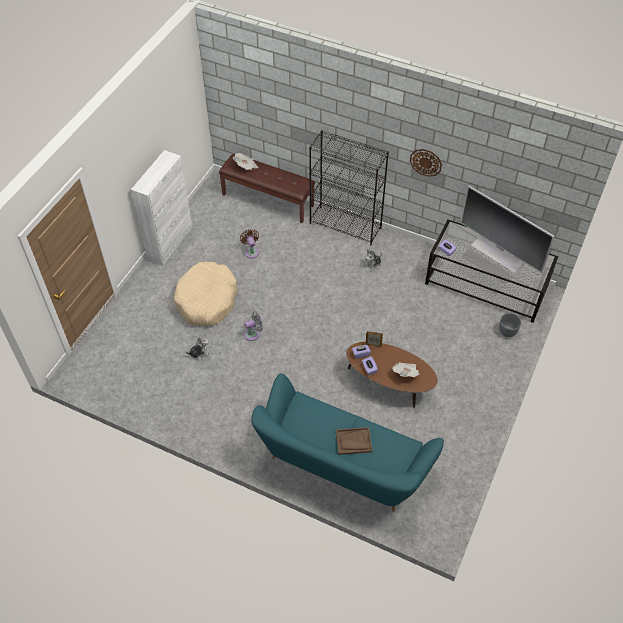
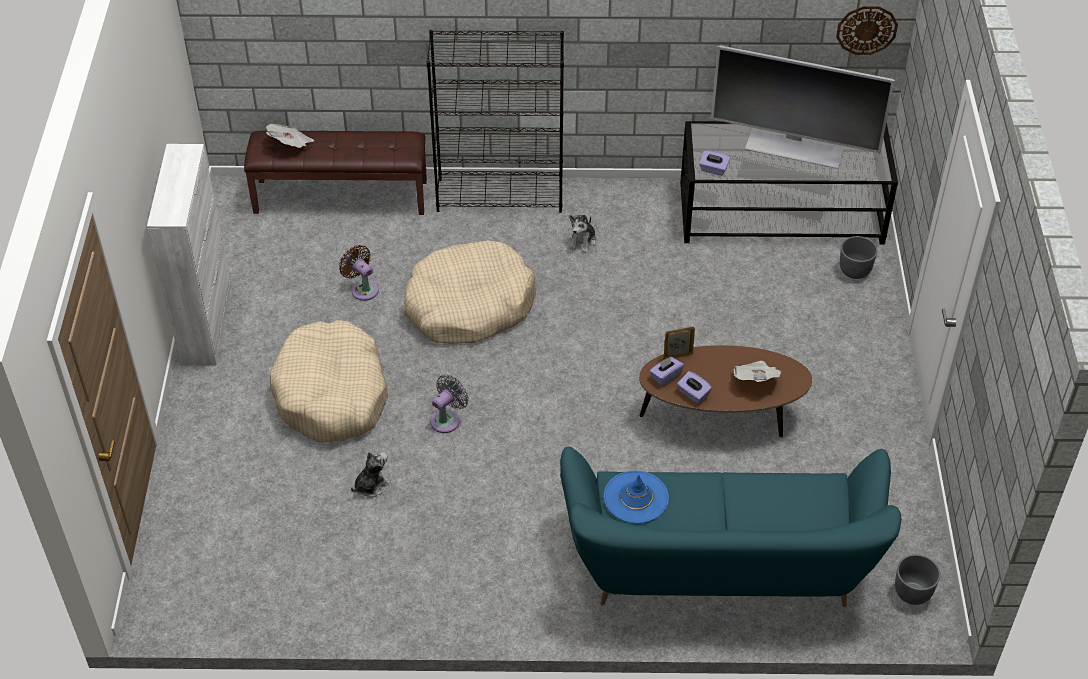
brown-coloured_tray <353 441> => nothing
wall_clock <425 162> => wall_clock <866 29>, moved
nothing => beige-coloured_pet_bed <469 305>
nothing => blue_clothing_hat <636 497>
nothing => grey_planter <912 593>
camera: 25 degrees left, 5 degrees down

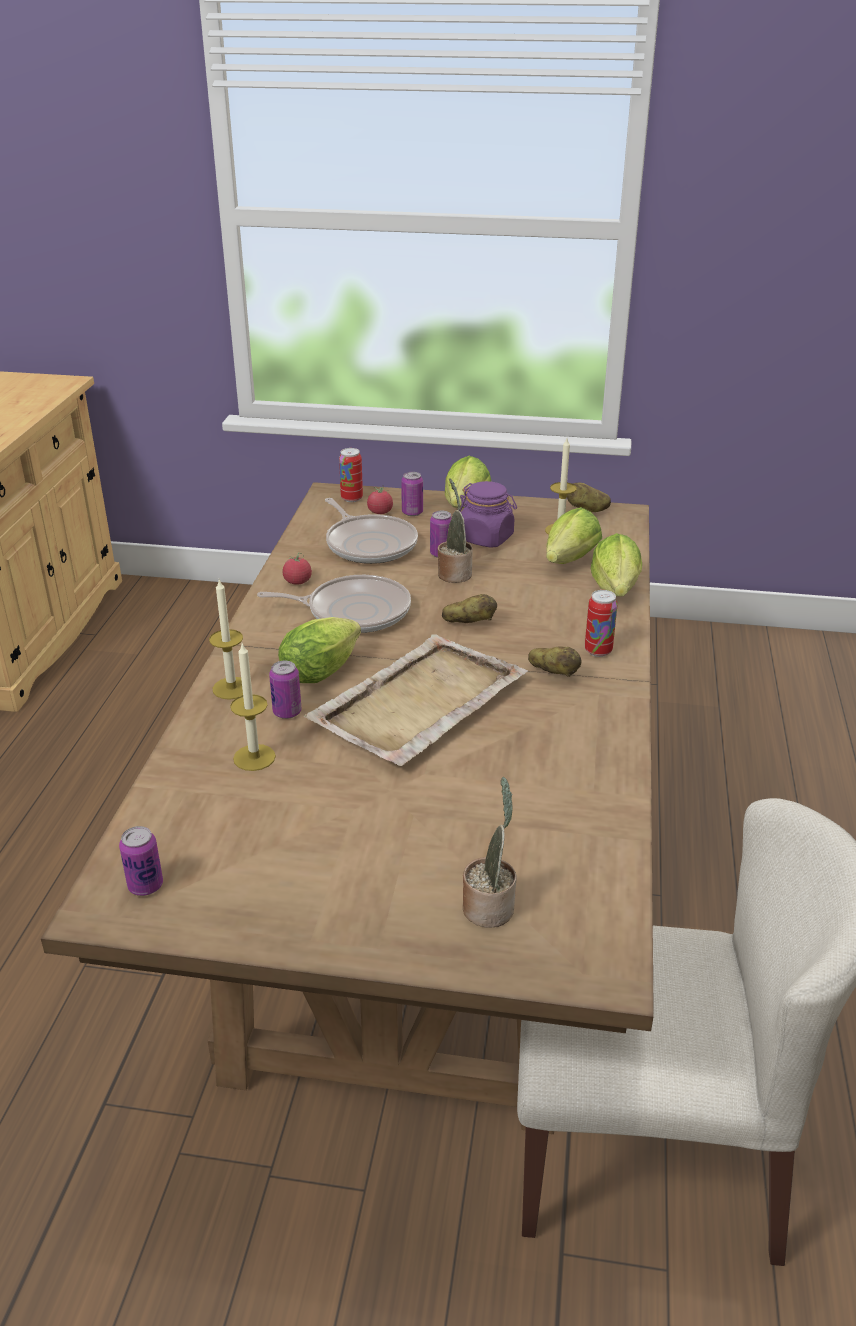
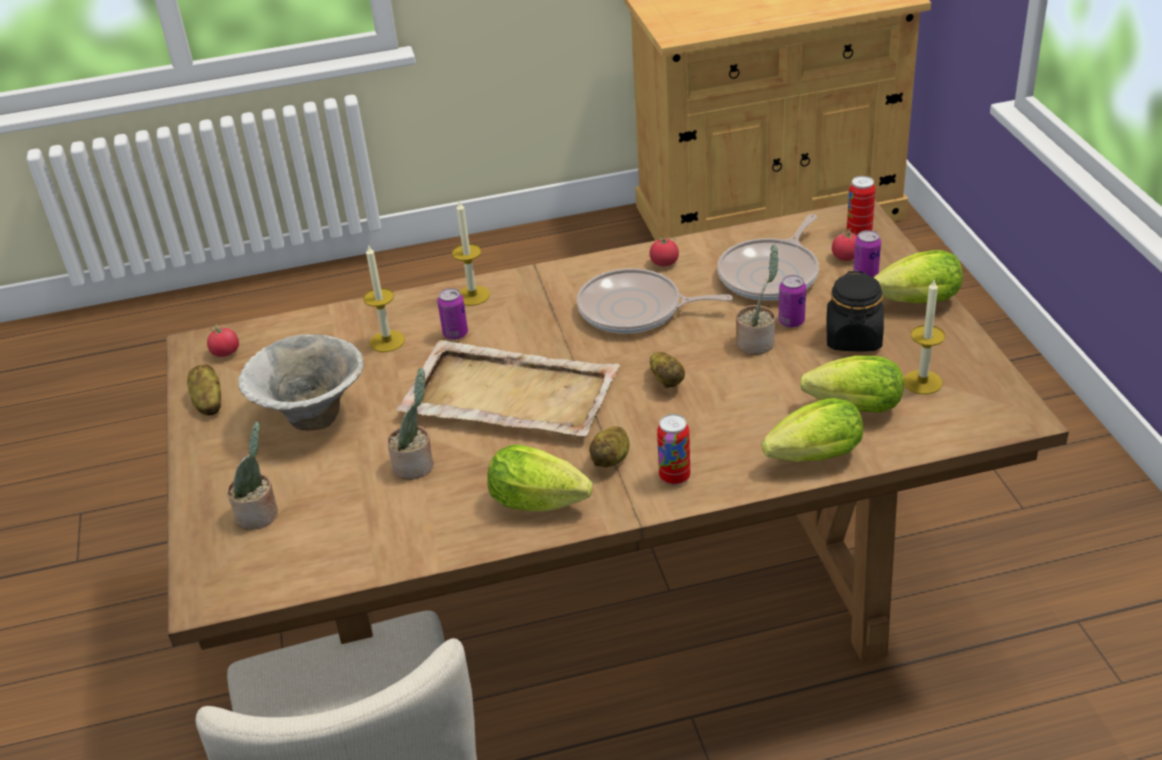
metal_can <145 886> => whole_tomato <225 353>
pan <353 612> => pan <635 310>, 120 degrees clockwise
head_of_lettuce <324 670> => head_of_lettuce <543 503>, moved
purple-coloured_preserve_jar <486 538> => blackish_preserve_jar <853 338>
spud <587 509> => spud <208 403>, moved
nothing => serving_bowl <311 417>
nothing => potted_plant <416 465>
camera: 70 degrees right, 5 degrees up

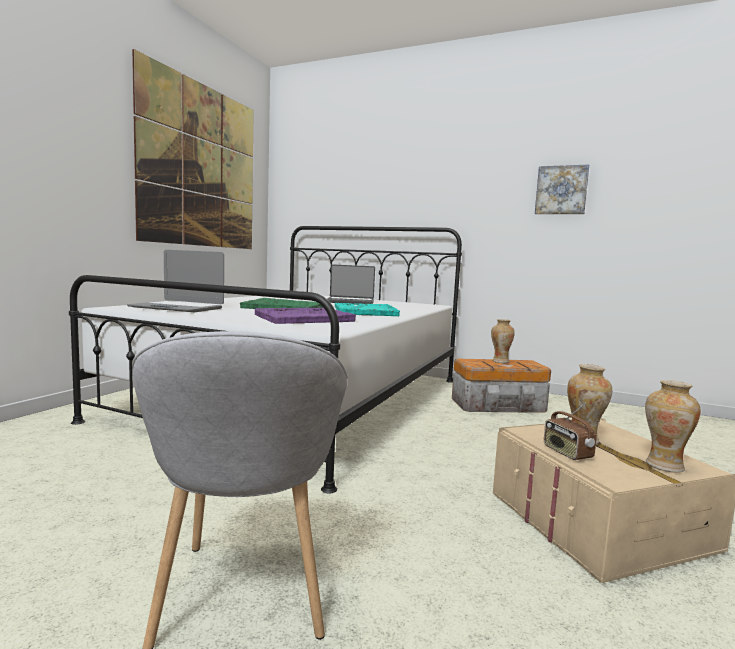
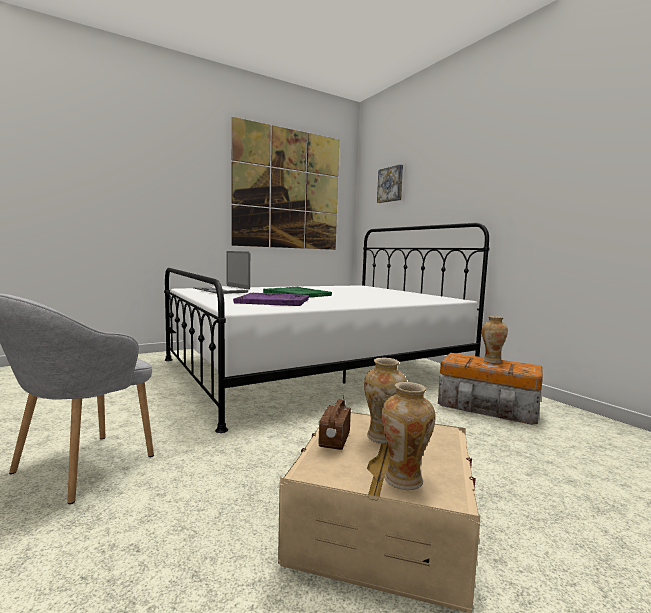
laptop <350 302> => nothing
blue-green_tray <365 311> => nothing
wall_picture <561 190> => wall_picture <391 184>, moved
camera: 35 degrees right, 0 degrees up

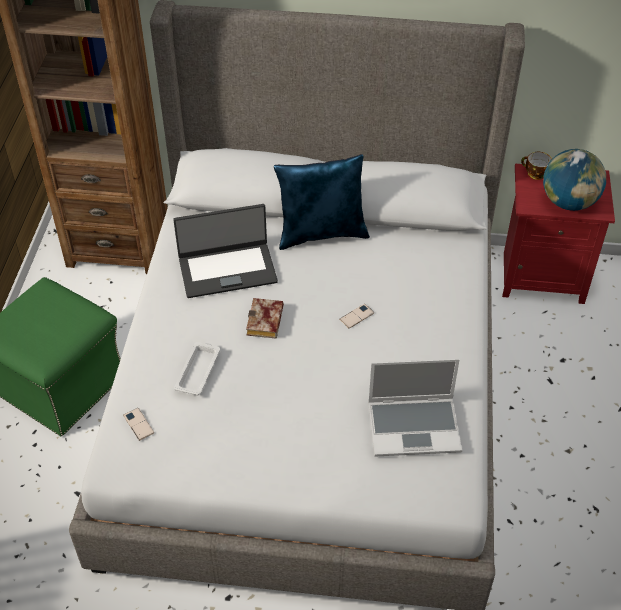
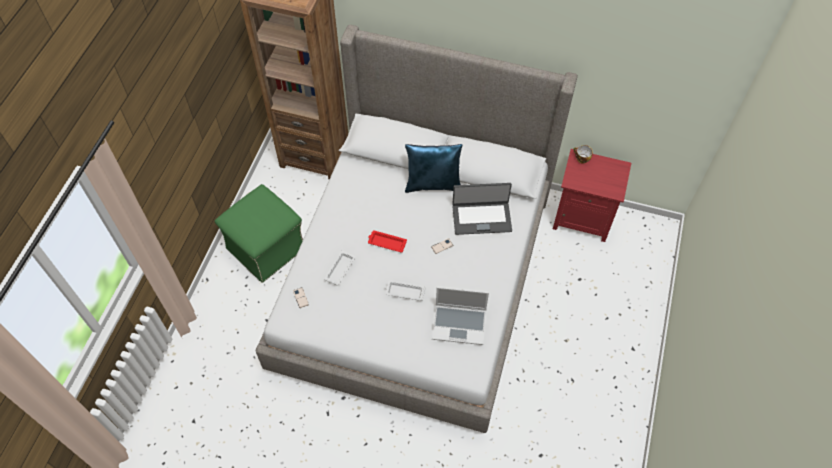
laptop <227 269> => laptop <481 217>, moved
book <266 323> => reddish_tray <386 242>
globe <568 202> => nothing
nothing => white_tray <404 292>
camera: 10 degrees right, 10 degrees up

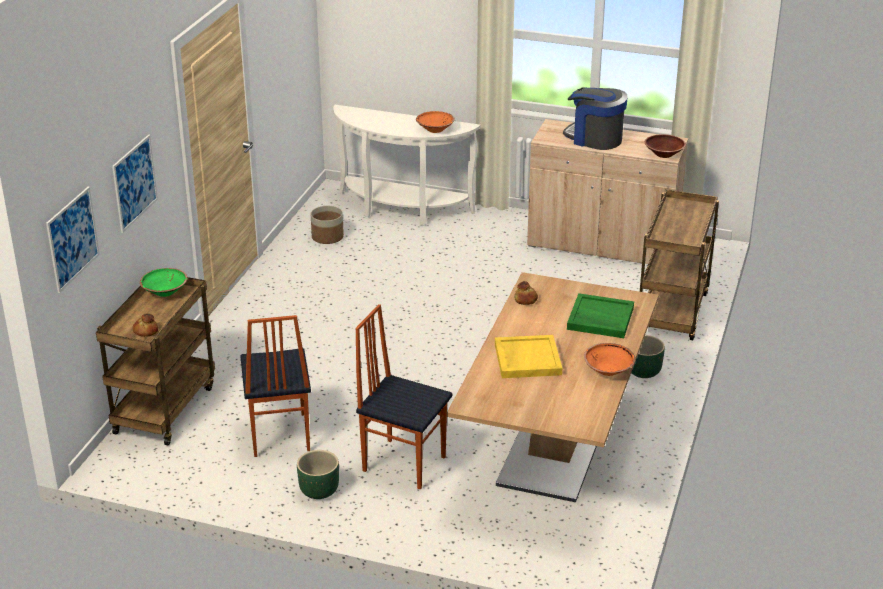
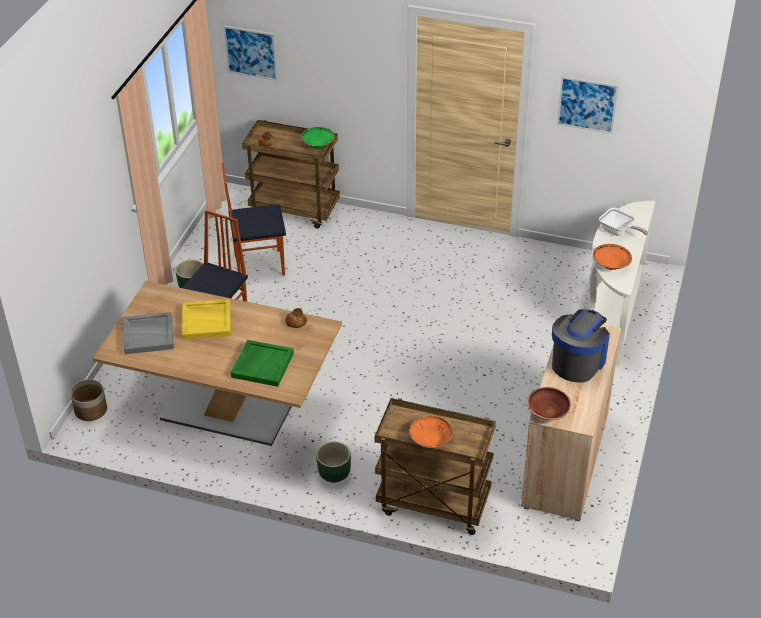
wall_picture <134 183> => wall_picture <587 104>, moved
planter <327 237> => planter <90 410>, moved
orange-coloured_serving_bowl <608 370> => orange-coloured_serving_bowl <431 440>, moved
nothing => grey_tray <149 334>
nothing => pan <618 232>
camera: 90 degrees right, 10 degrees up

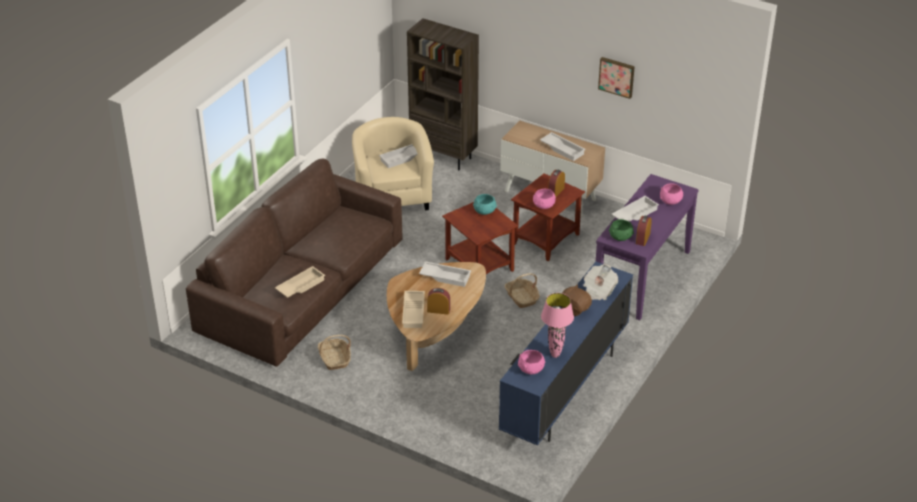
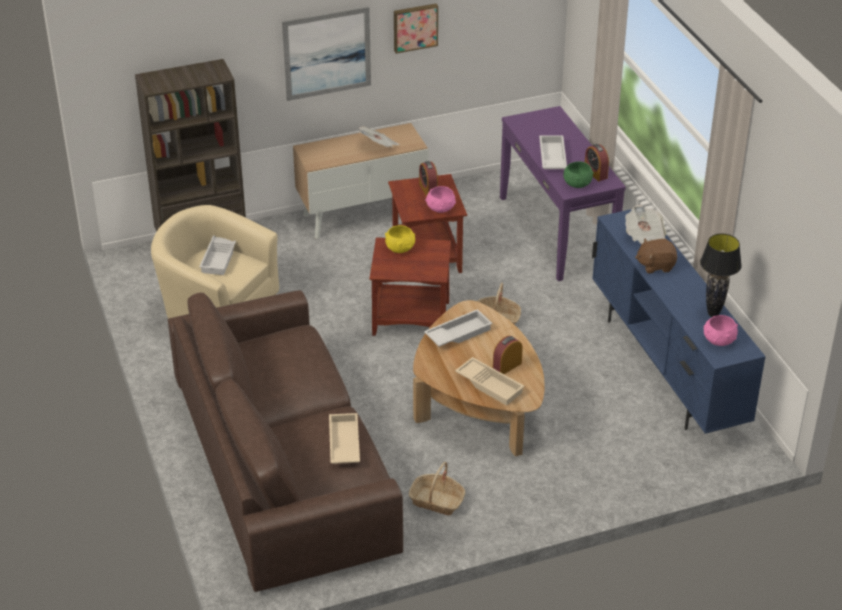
blue-green_serving_bowl <485 211> => yellow-coloured_serving_bowl <400 248>
white_tray <563 149> => daily_paper <379 146>
pink_lamp_for_a_table <555 355> => blackish_lamp_for_a_table <713 314>
pink_serving_bowl <671 201> => nothing
nothing => wall_picture <327 53>
camera: 50 degrees left, 0 degrees up

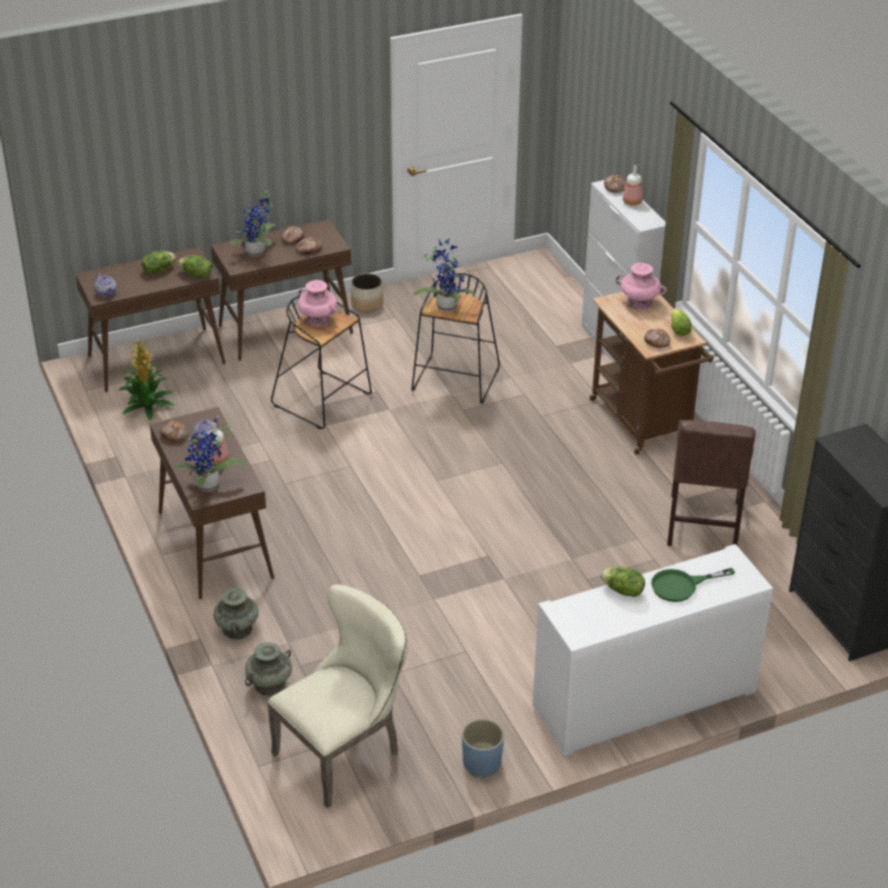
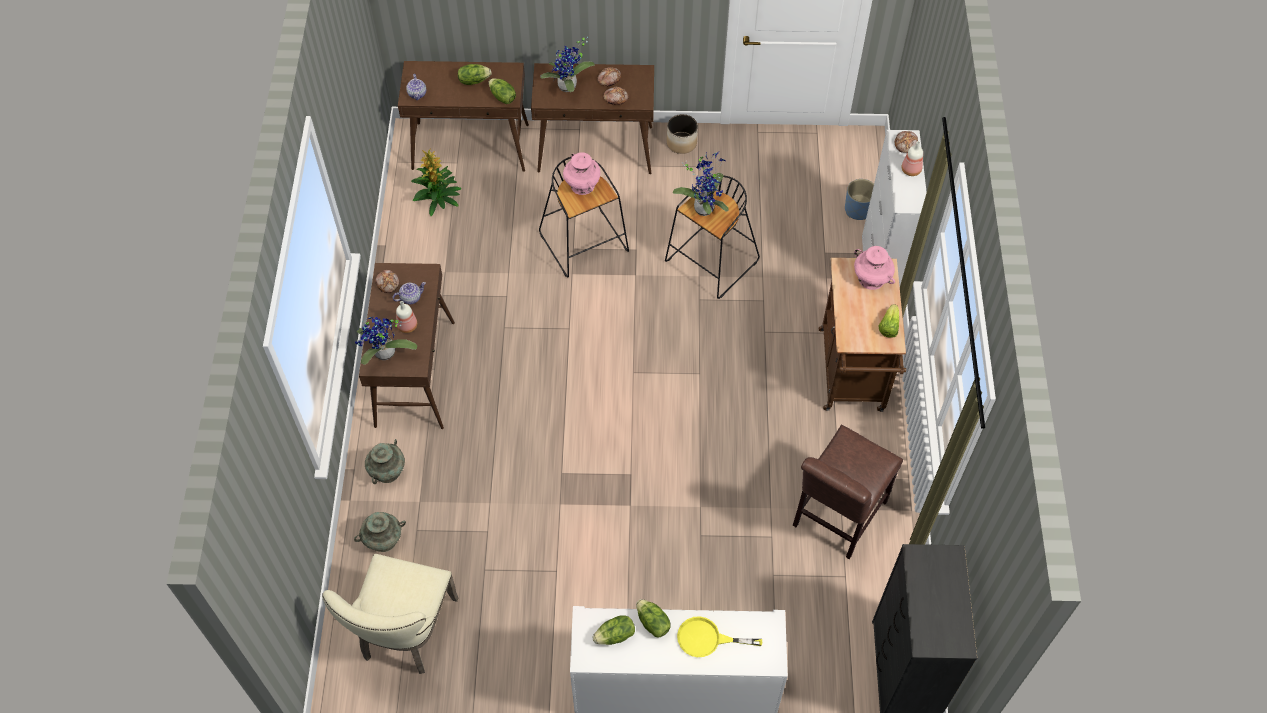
beige-coloured_plain_chair <344 751> => beige-coloured_plain_chair <405 634>, 120 degrees clockwise
blue_planter <481 763> => blue_planter <858 209>, moved
bakery_bread <657 341> => nothing
greenish_pan <681 586> => yellow-coloured_pan <707 639>
nothing => head_of_lettuce <615 636>
camera: 25 degrees right, 20 degrees up

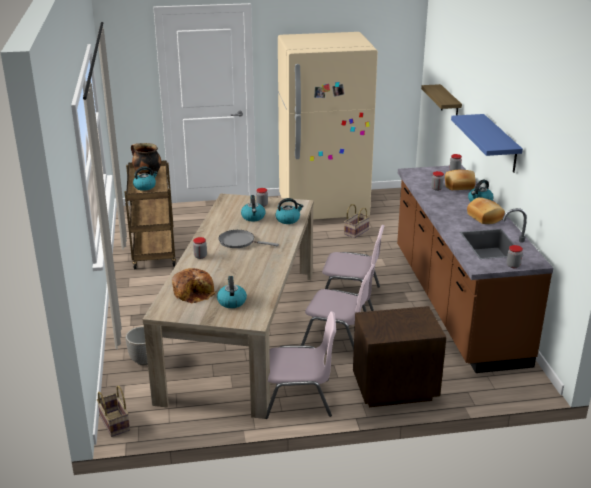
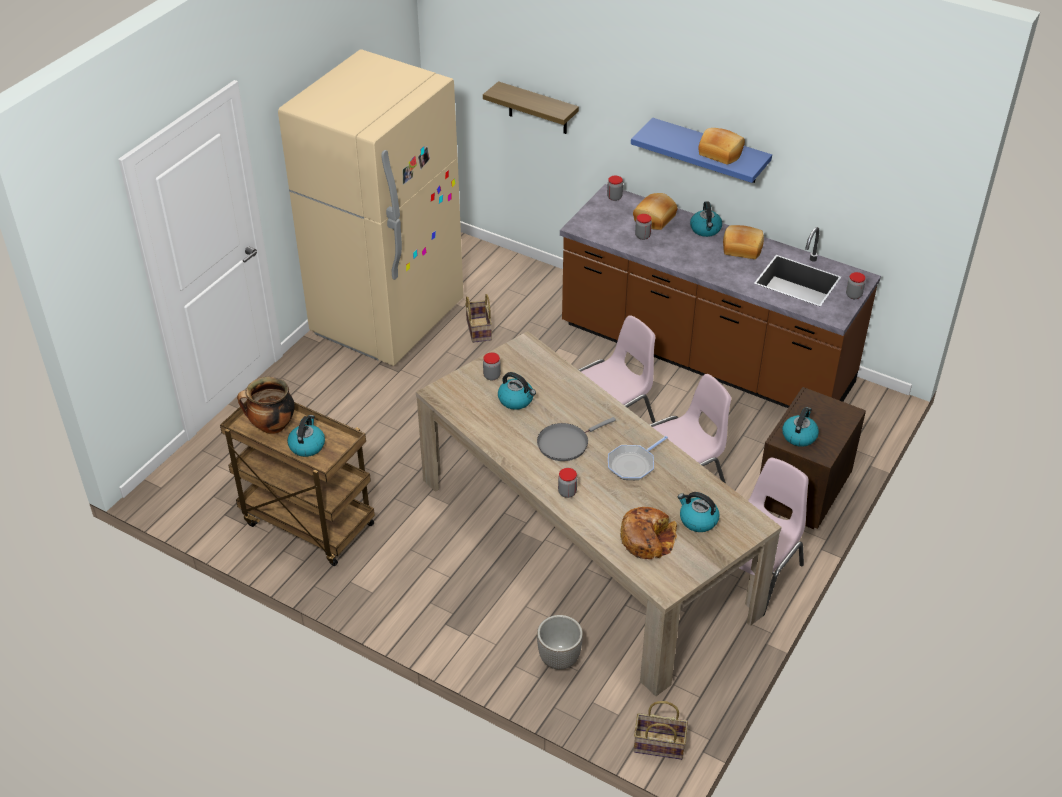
kettle <288 219> => kettle <799 436>, moved
nothing => pan <633 464>
nothing => bakery_bread <721 153>
camera: 50 degrees left, 15 degrees up

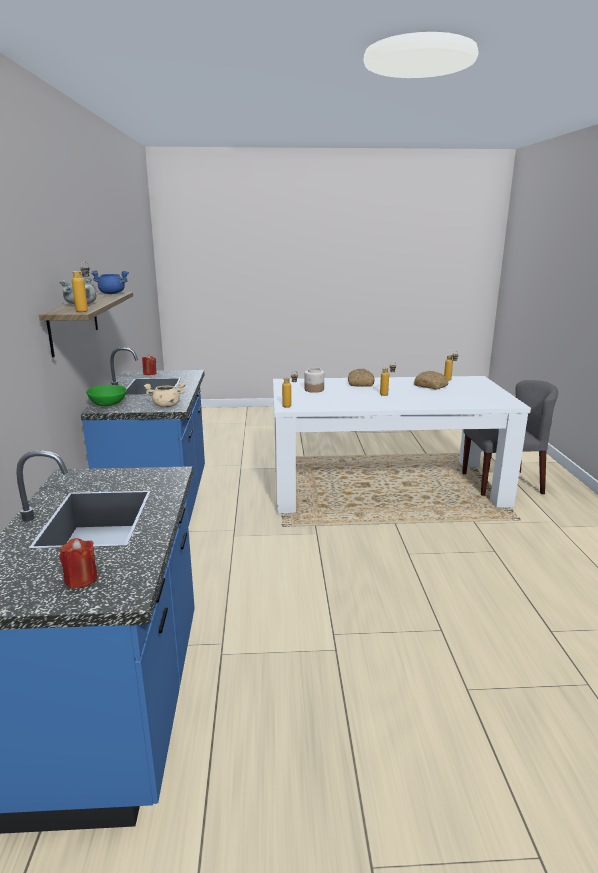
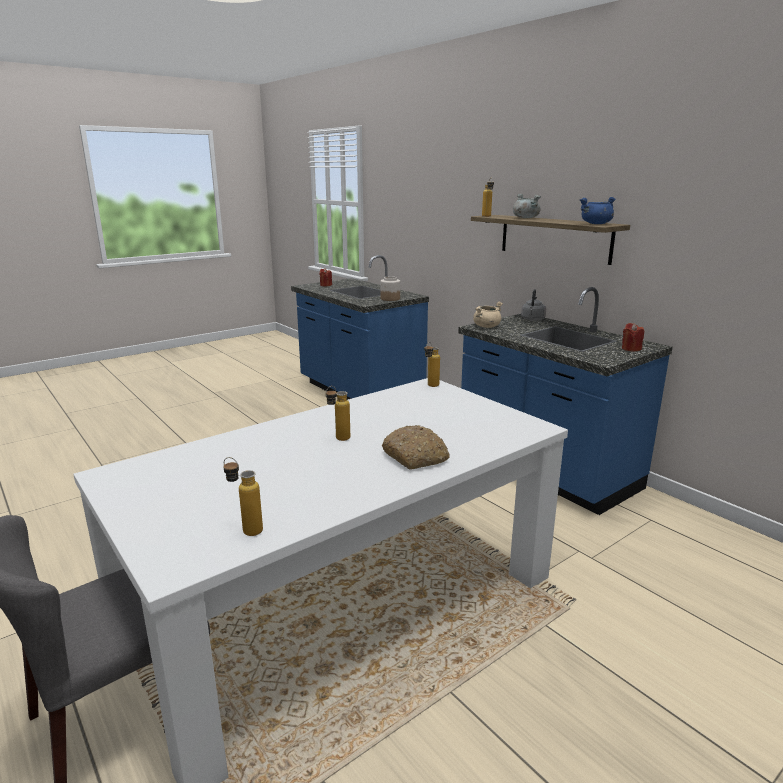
greenish_serving_bowl <108 404> => grey_kettle <532 319>
preserve_jar <314 390> => preserve_jar <390 299>, moved
bakery_bread <431 386> => nothing
camera: 145 degrees right, 0 degrees up

